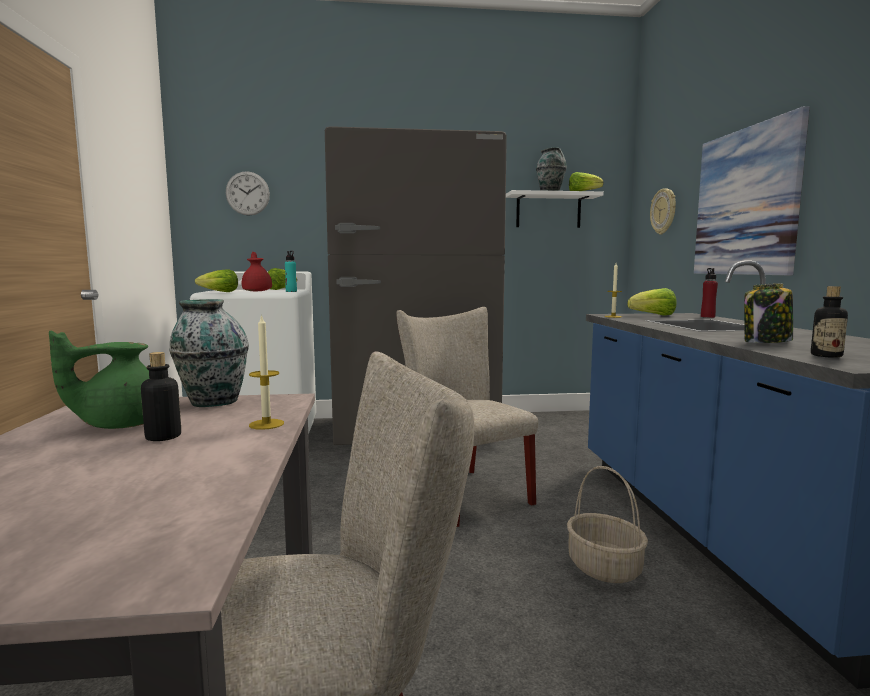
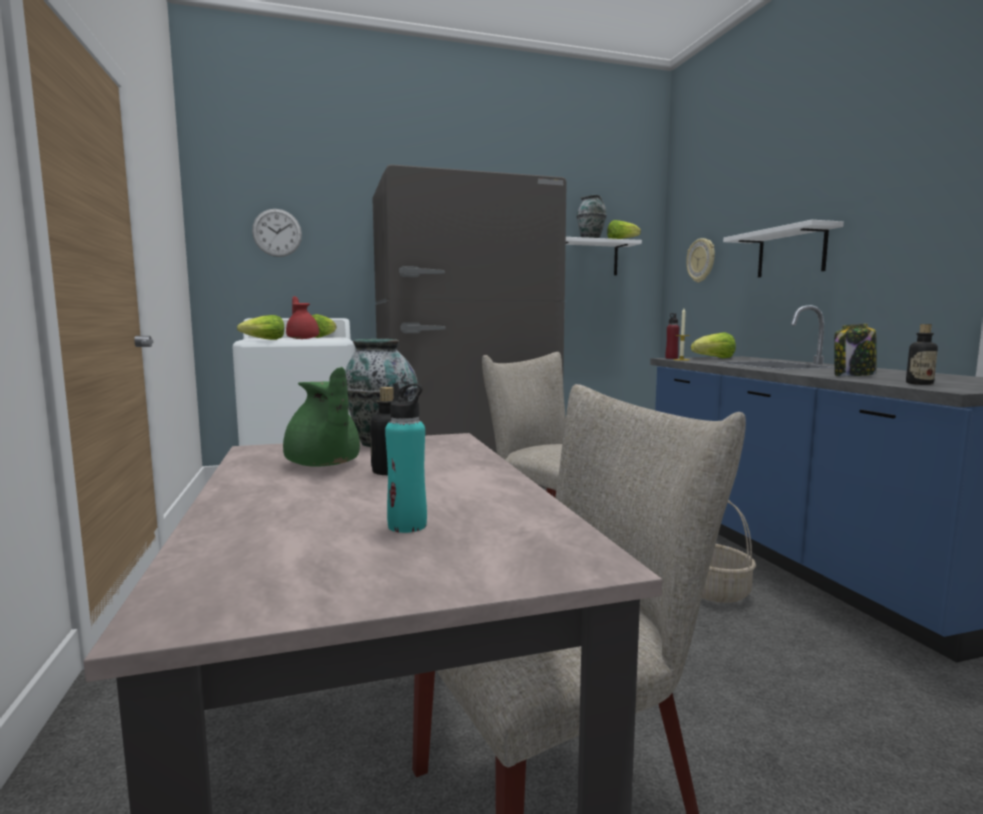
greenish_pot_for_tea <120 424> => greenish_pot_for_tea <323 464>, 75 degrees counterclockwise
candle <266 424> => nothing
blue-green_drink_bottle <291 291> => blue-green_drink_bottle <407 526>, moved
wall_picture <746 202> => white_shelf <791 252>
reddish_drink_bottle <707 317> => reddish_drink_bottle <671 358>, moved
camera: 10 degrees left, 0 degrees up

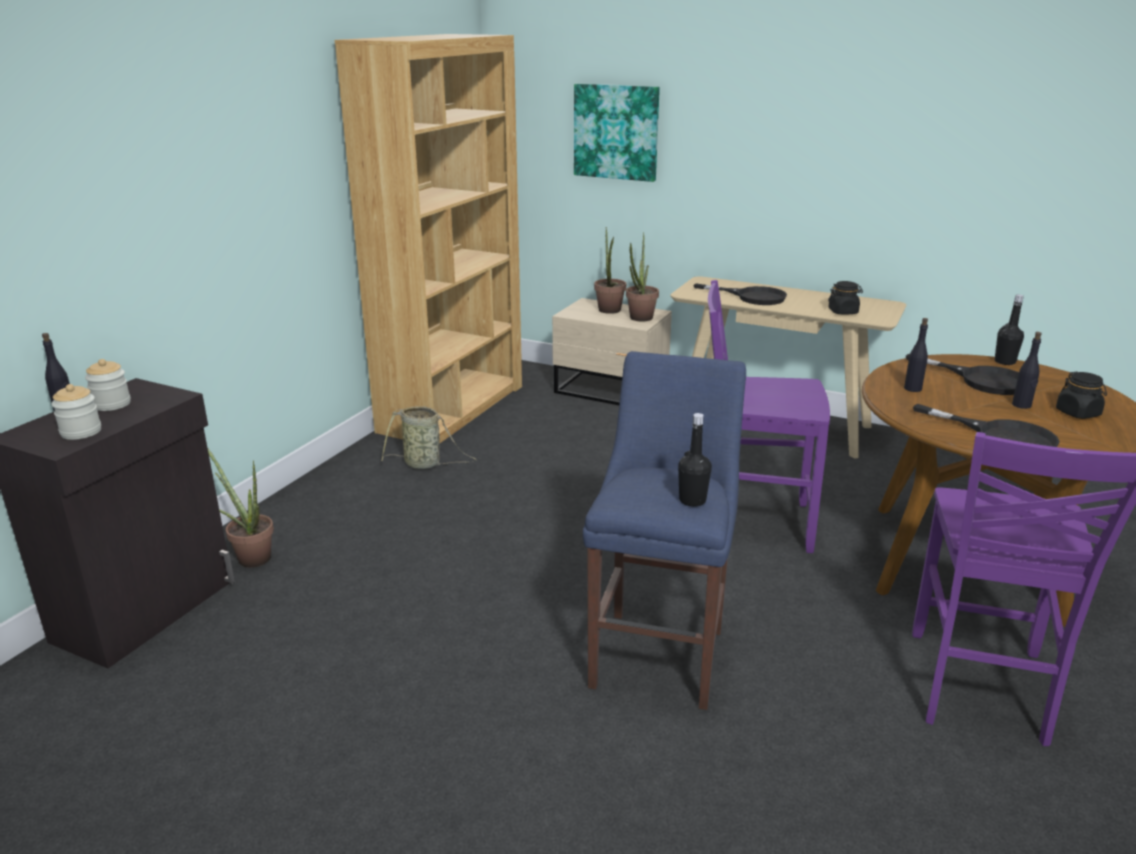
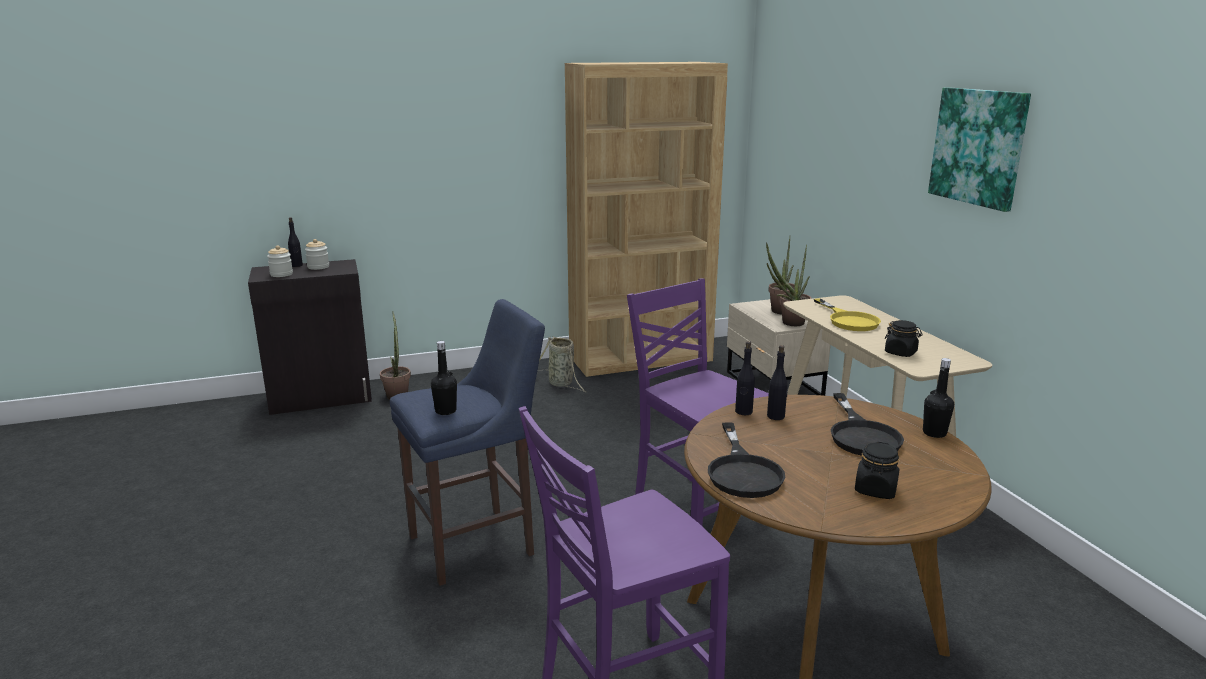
wall_picture <616 132> => wall_picture <978 147>, moved
blackish_pan <752 297> => yellow-coloured_pan <849 320>
blackish_drink_bottle <1021 405> => blackish_drink_bottle <743 412>, moved
camera: 45 degrees right, 5 degrees down

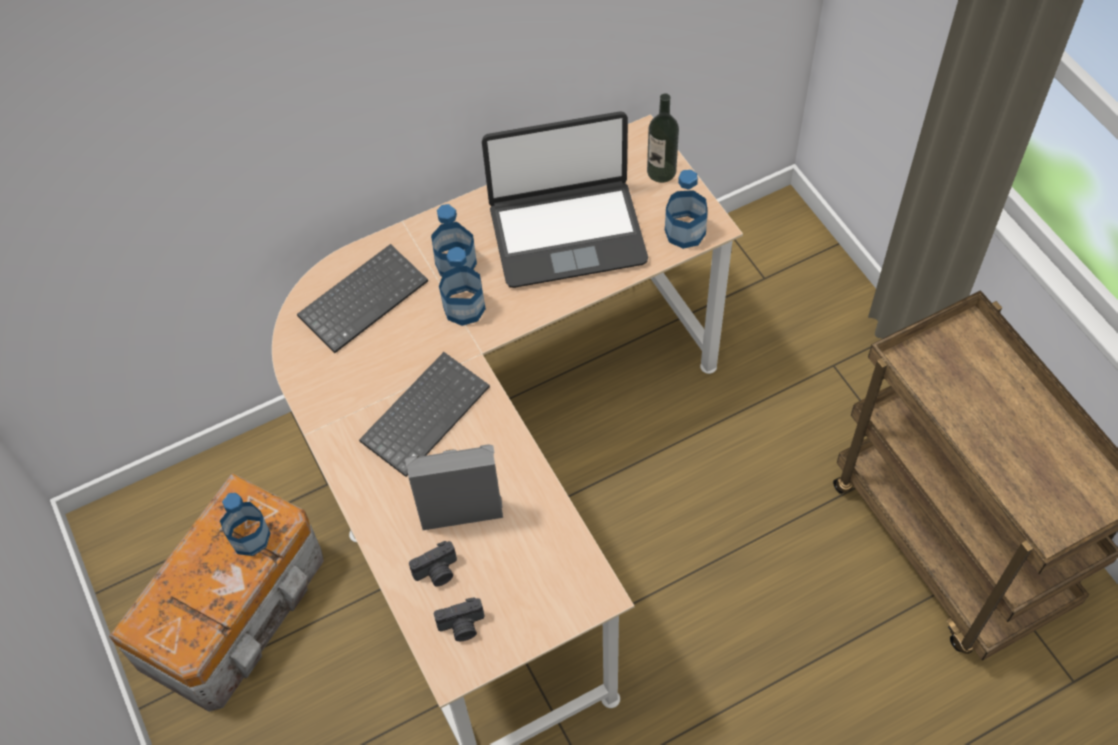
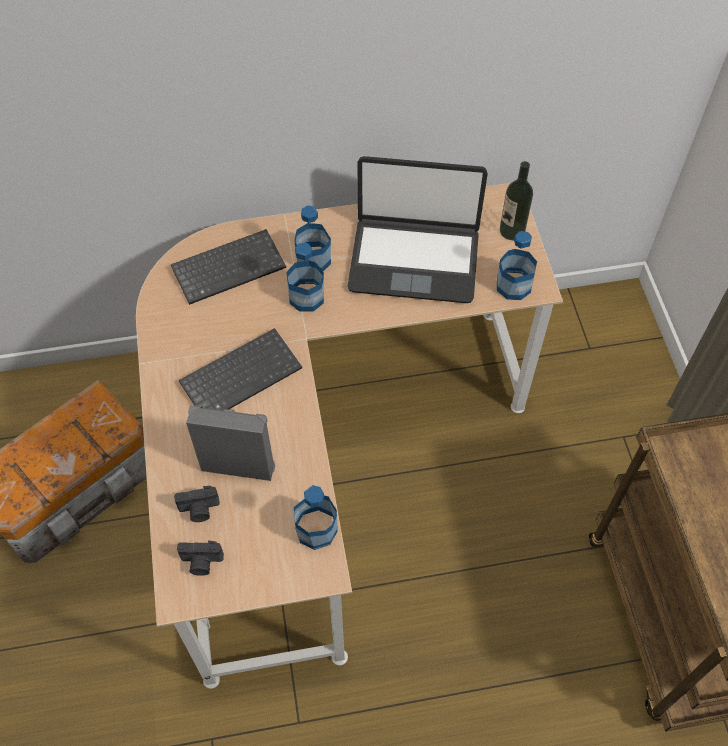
drink_bottle <250 537> => drink_bottle <316 529>, moved
camera: 15 degrees right, 0 degrees up

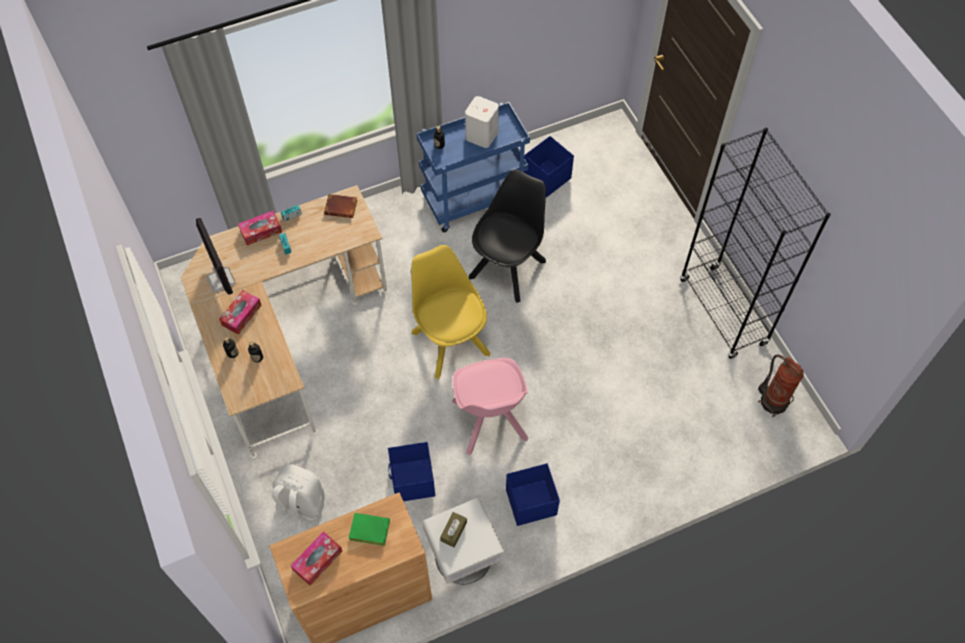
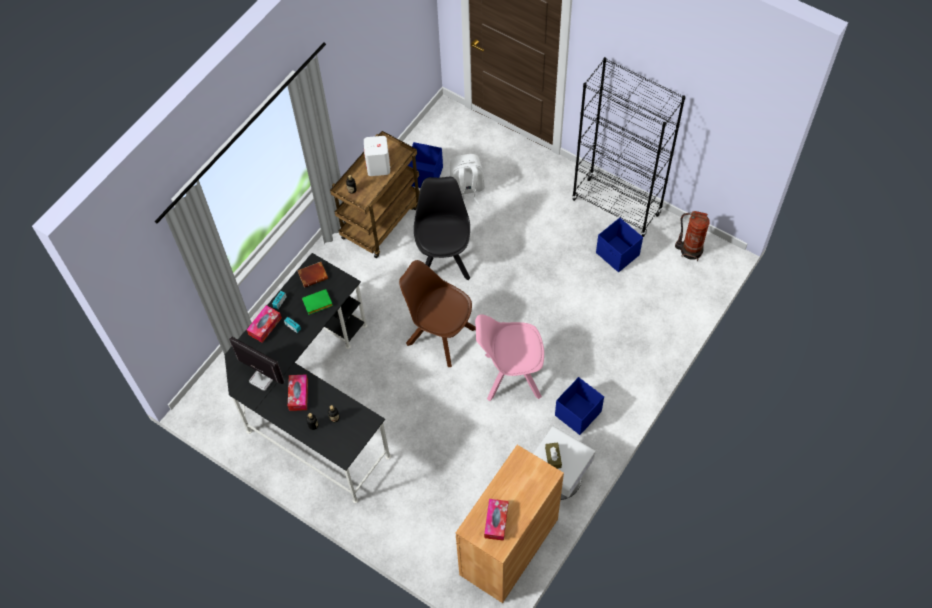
beige-coloured_desk_unit <285 335> => blackish_desk_unit <312 400>
white_backpack <300 504> => white_backpack <466 190>, moved
greenish_book <368 531> => greenish_book <317 304>, moved
blue_storage_container <412 481> => blue_storage_container <617 254>, moved
yellow-coloured_plain_chair <449 341> => brown-coloured_plain_chair <439 335>
blue_wheeled_cart <474 198> => brown-coloured_wheeled_cart <381 220>
pink_plain_chair <490 422> => pink_plain_chair <510 375>, 135 degrees clockwise
camera: 30 degrees left, 0 degrees up

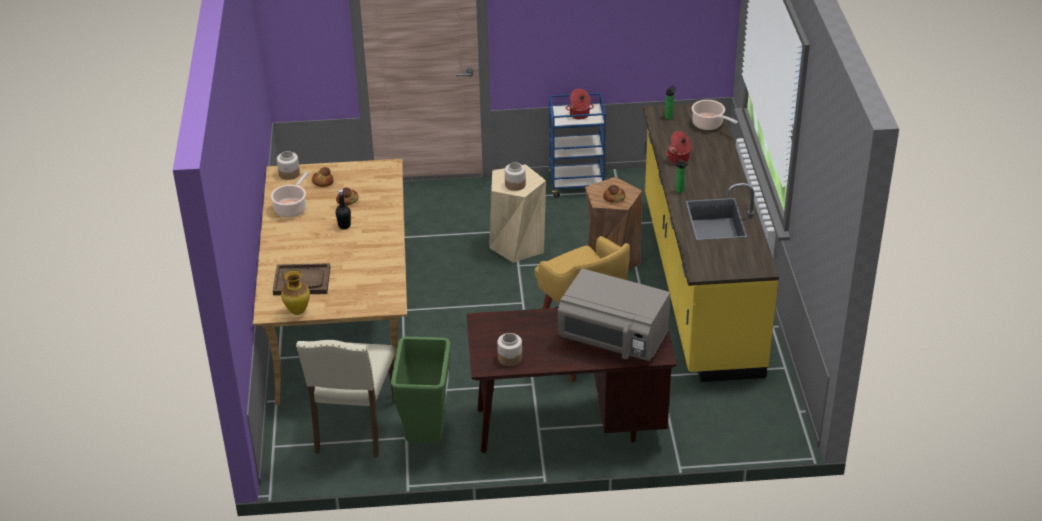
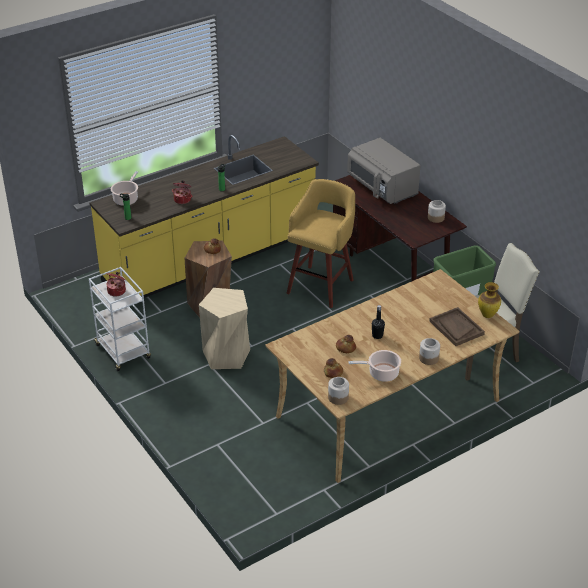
preserve_jar <515 184> => preserve_jar <428 358>, moved
blue_wheeled_cart <577 185> => white_wheeled_cart <123 352>
grey_microwave_oven <613 339> => grey_microwave_oven <382 188>, 150 degrees clockwise
camera: 120 degrees left, 0 degrees up

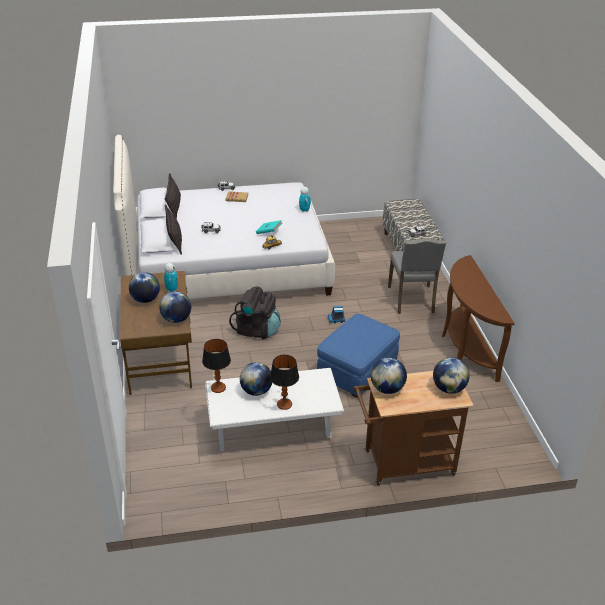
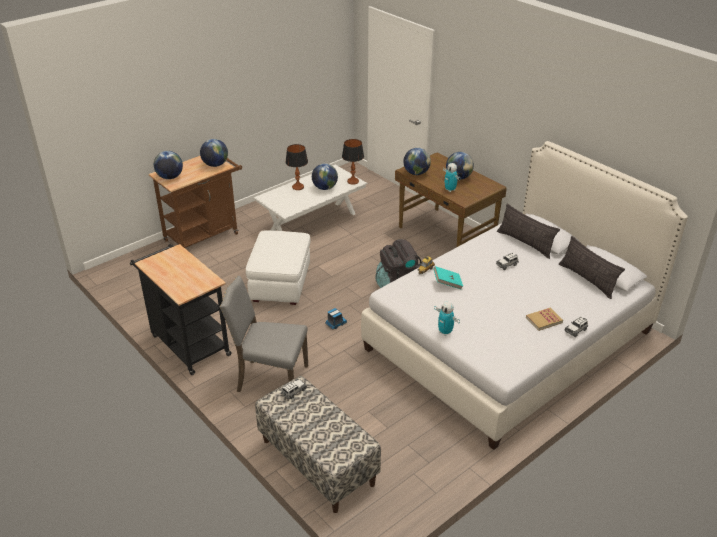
blue_pouffe <356 371> => white_pouffe <281 283>
grey_plain_chair <412 300> => grey_plain_chair <270 379>, 45 degrees counterclockwise
brown-coloured_hall_table <465 347> => blackish_wheeled_cart <187 343>
camera: 150 degrees right, 0 degrees up

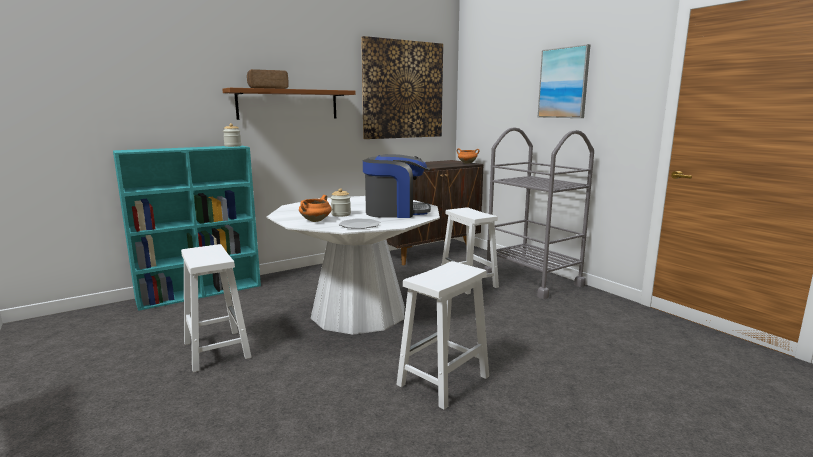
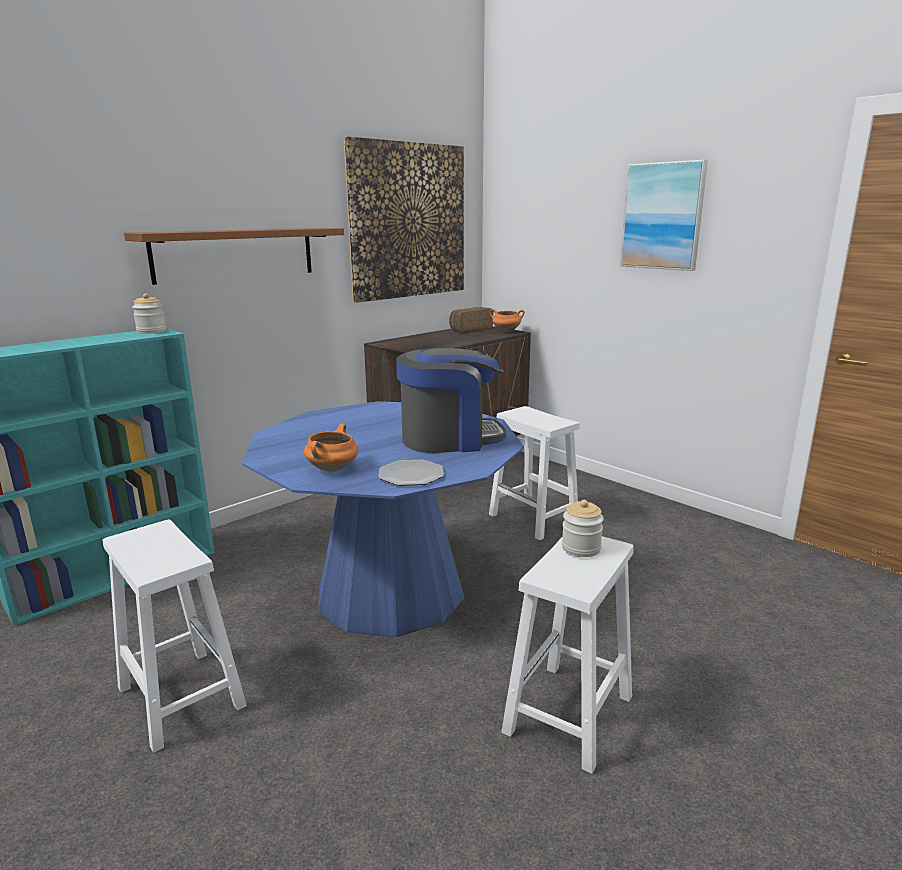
bakery_bread <268 88> => bakery_bread <469 329>, moved
white_kitchen_table <359 312> => blue_kitchen_table <391 591>
preserve_jar <341 214> => preserve_jar <581 548>, moved
grey_wheeled_cart <532 280> => nothing
camera: 10 degrees left, 5 degrees up

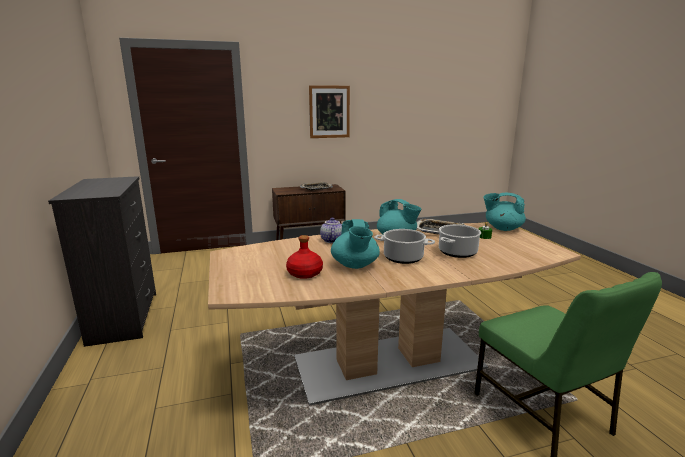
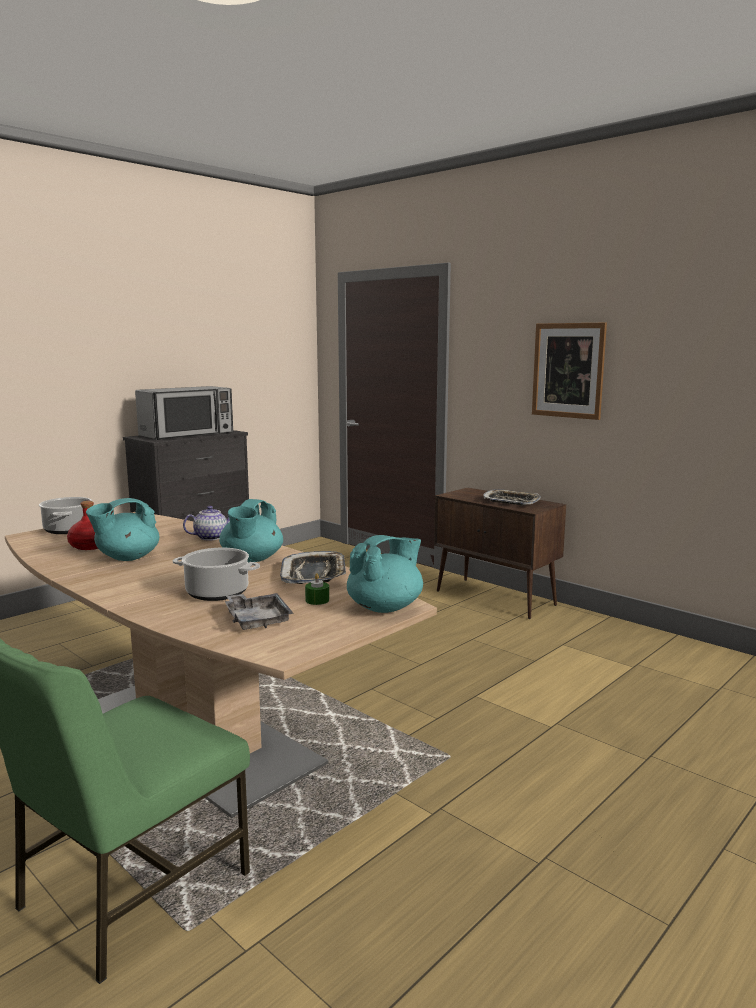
saucepot <403 258> => saucepot <68 530>, moved
blue-green_pot_for_tea <502 228> => blue-green_pot_for_tea <386 607>, 60 degrees clockwise
nothing => microwave_oven <187 435>
nothing => grey_tray <257 620>
camera: 60 degrees right, 5 degrees down

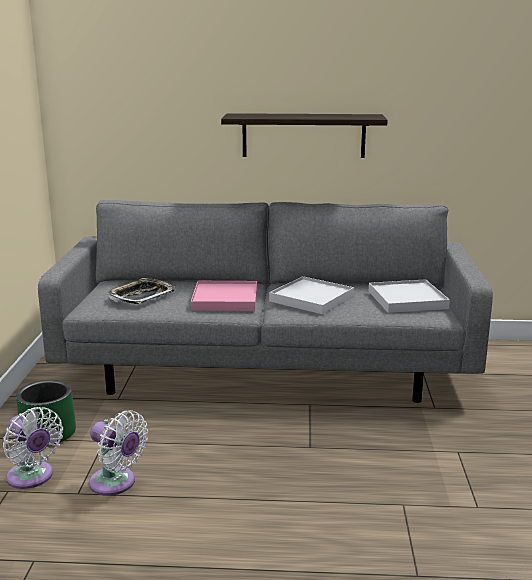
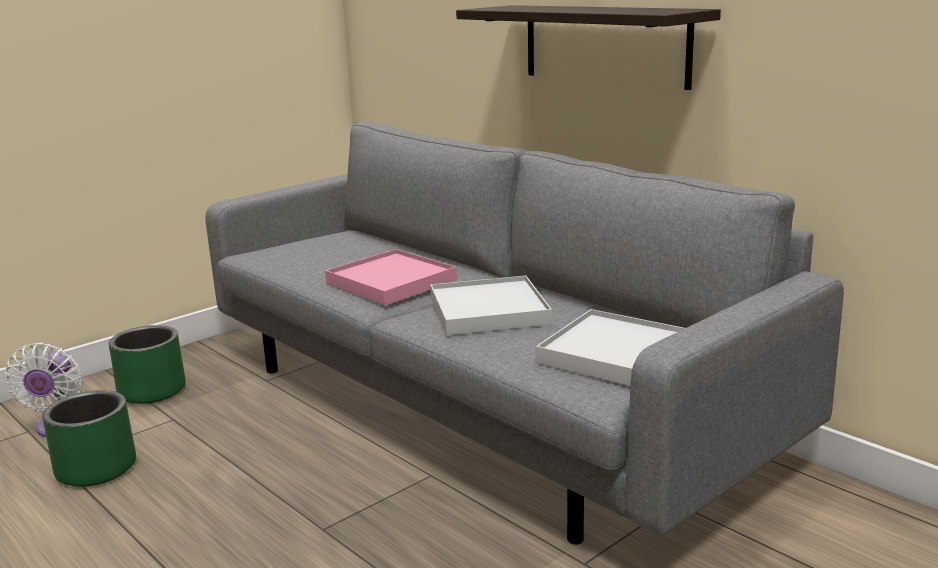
white_cooling_fan <116 484> => greenish_planter <97 468>
tray <142 296> => nothing
camera: 45 degrees right, 0 degrees up

